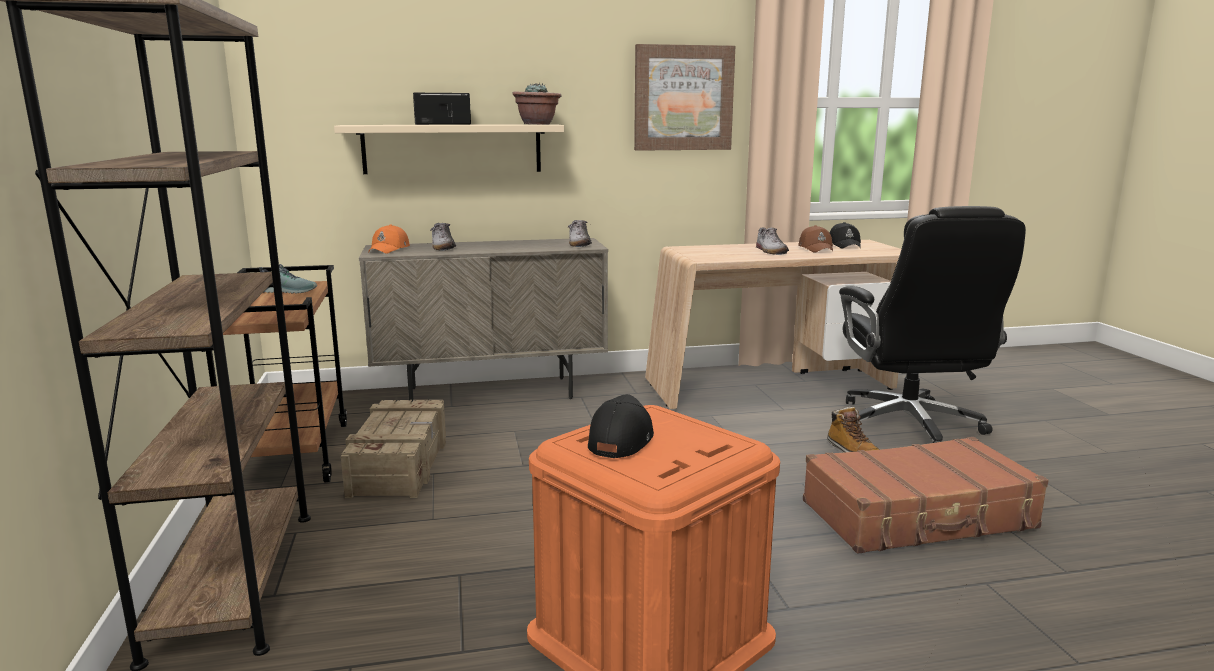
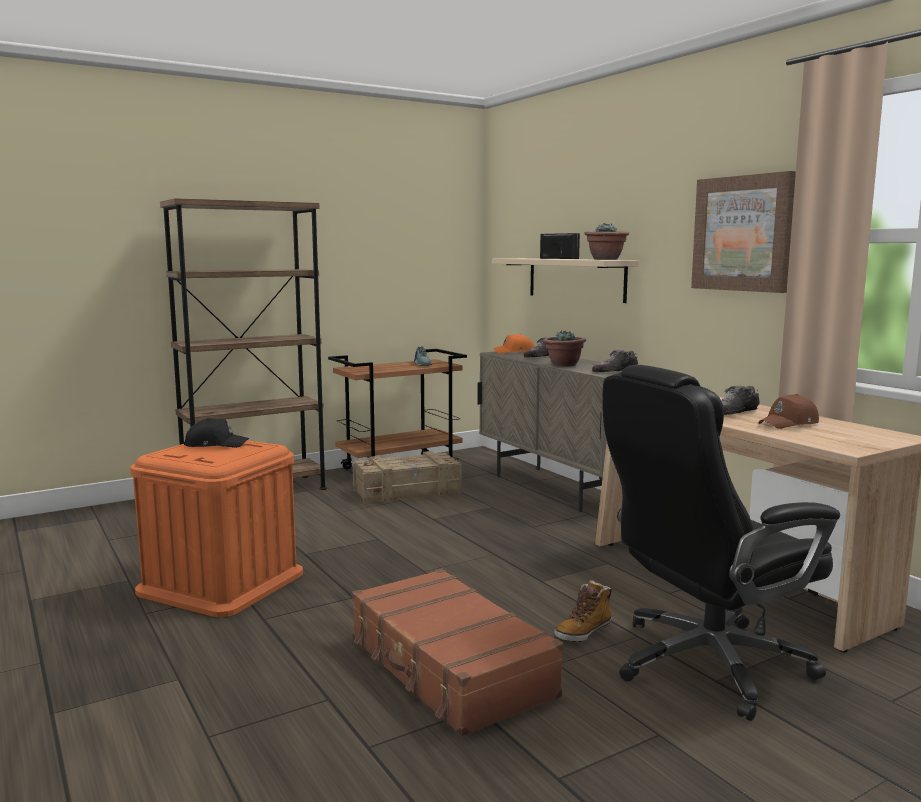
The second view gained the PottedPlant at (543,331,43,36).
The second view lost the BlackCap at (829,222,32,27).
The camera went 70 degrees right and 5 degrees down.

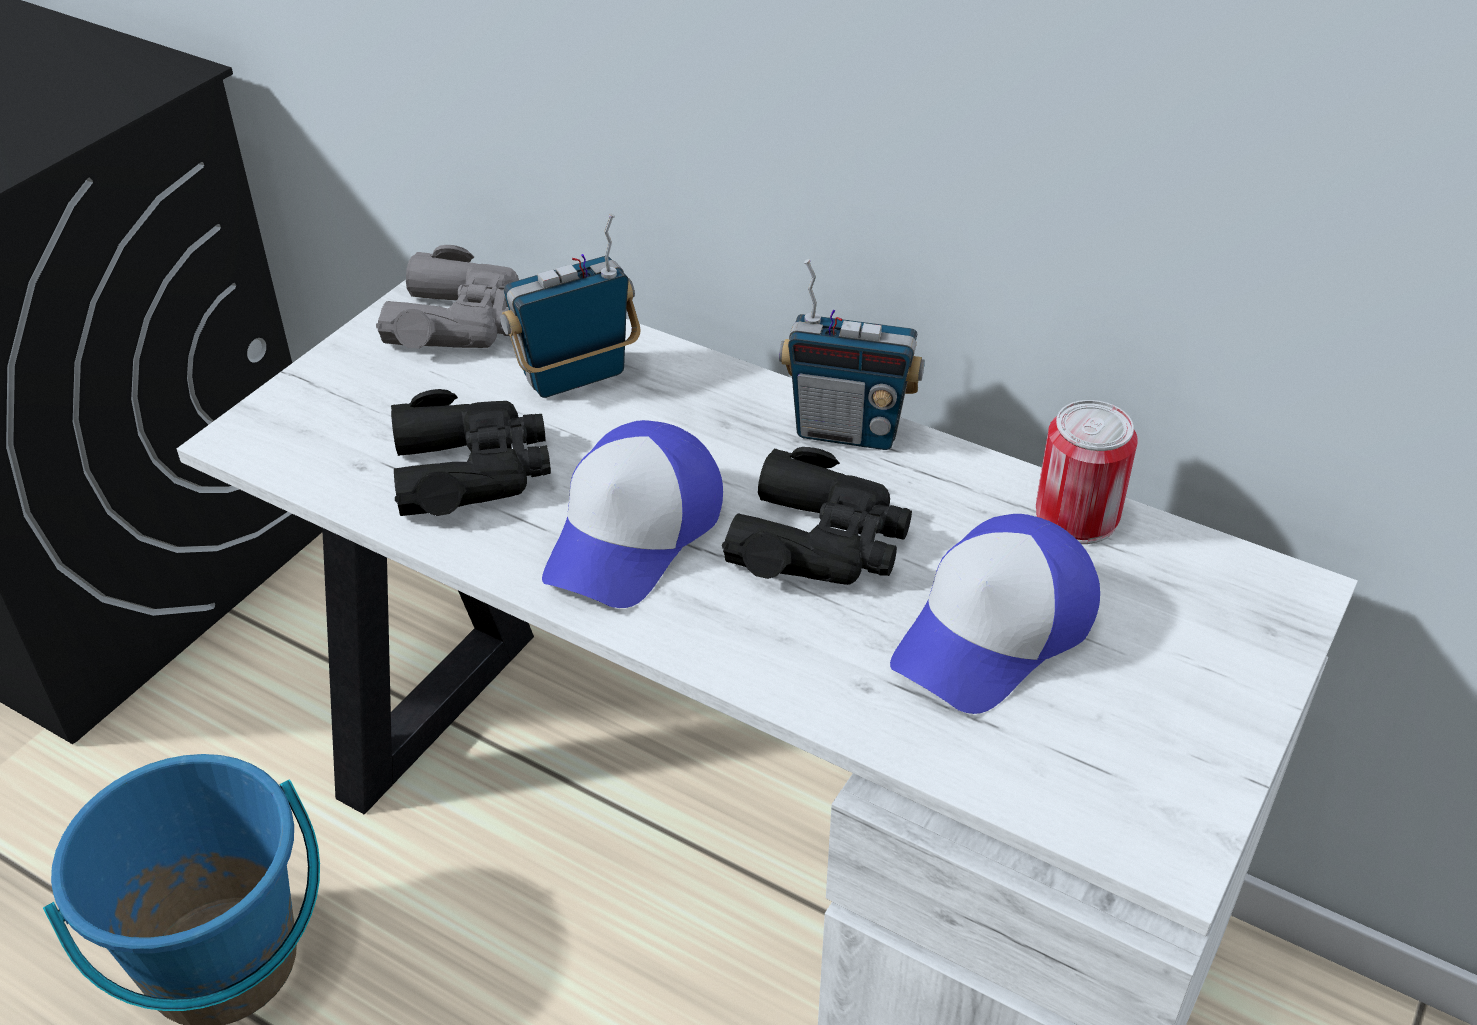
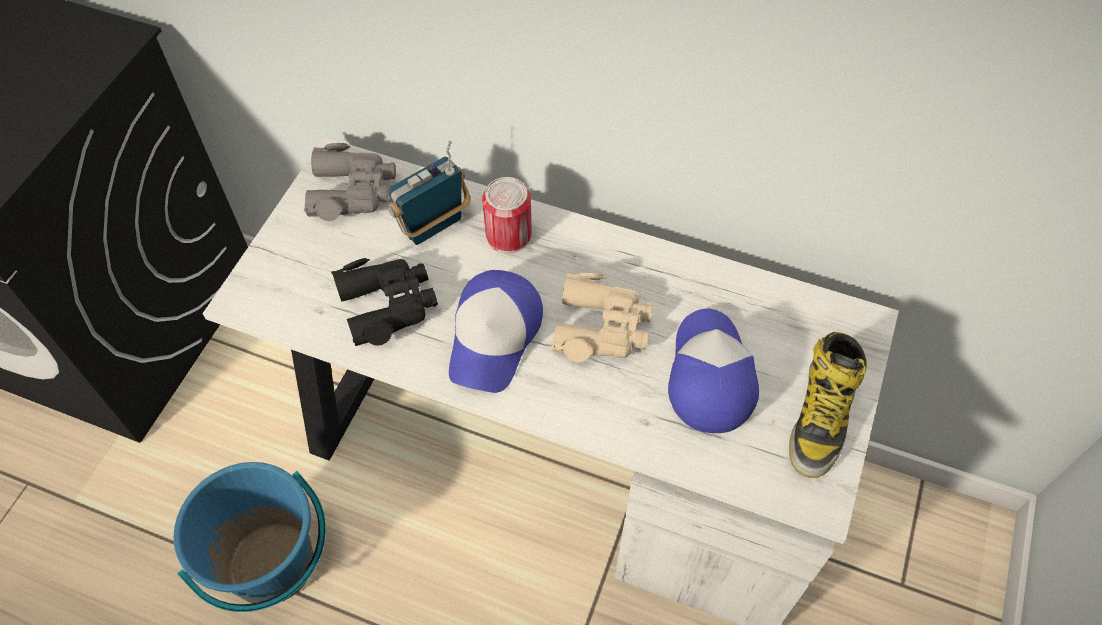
The Can ended up elsewhere, having gone from (1036,400,102,144) to (482,177,50,76).
What was the BlackBinoculars at (722,447,190,138) turned into the BeigeBinoculars at (551,273,102,89).
The Cap at (890,514,210,200) ended up facing another way, 150 degrees clockwise from before.
The second view gained the Boot at (789,332,78,146).
The second view lost the Radio at (779,259,146,191).
The camera went 10 degrees left and 15 degrees up.

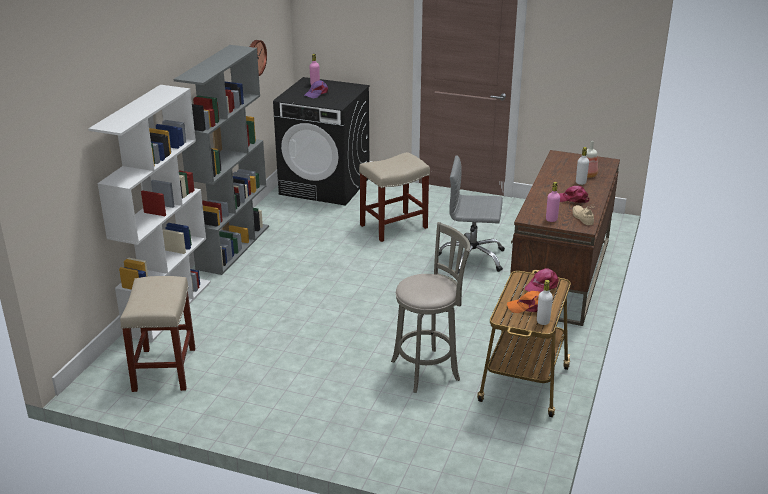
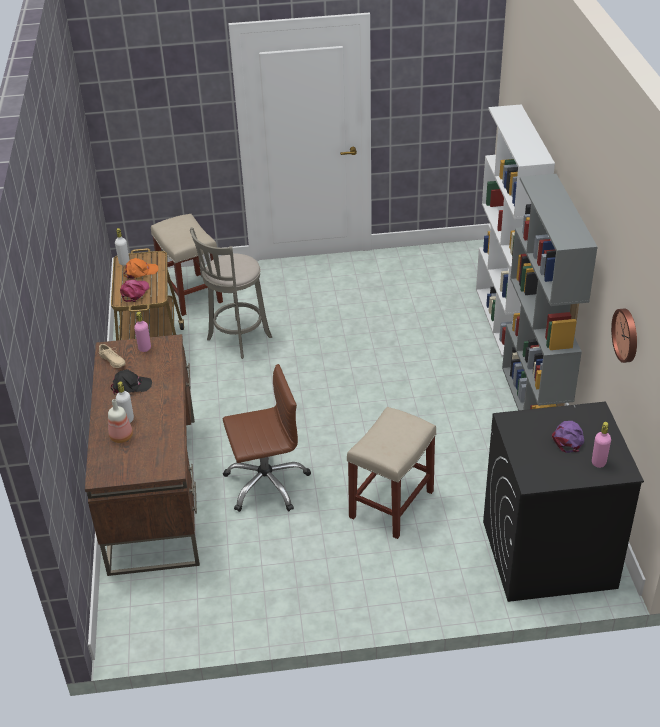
What was the PinkCap at (559,186,30,17) turned into the BlackCap at (111,369,41,26).
The BeigeStool ended up elsewhere, having gone from (120,276,75,116) to (151,214,72,102).
What was the GreyOfficeChair at (439,155,66,118) turned into the BrownOfficeChair at (223,364,88,148).
The camera went 155 degrees right and 10 degrees up.

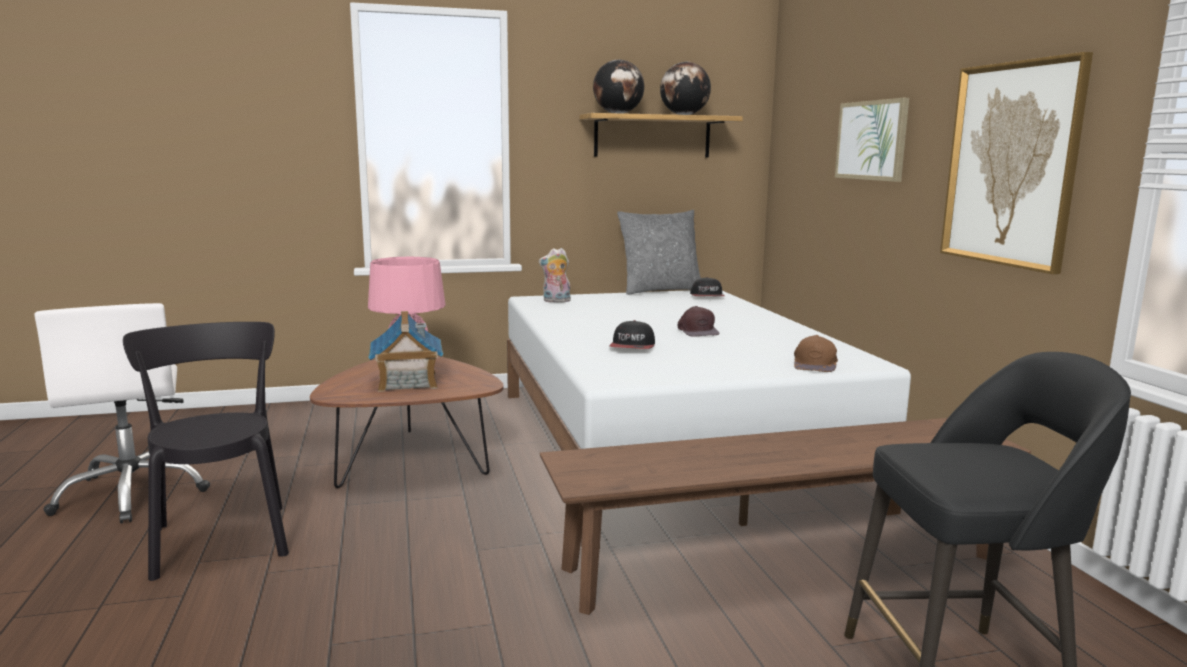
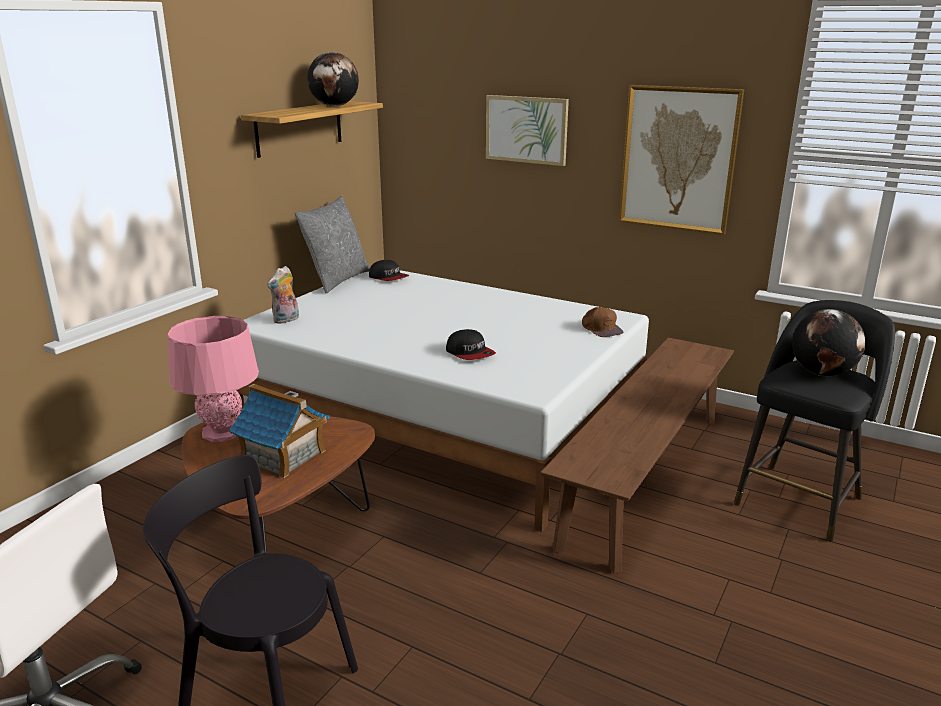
The Globe ended up elsewhere, having gone from (593,59,51,55) to (792,309,74,67).
The second view lost the BrownCap at (678,306,42,31).
The camera went 45 degrees left and 10 degrees up.

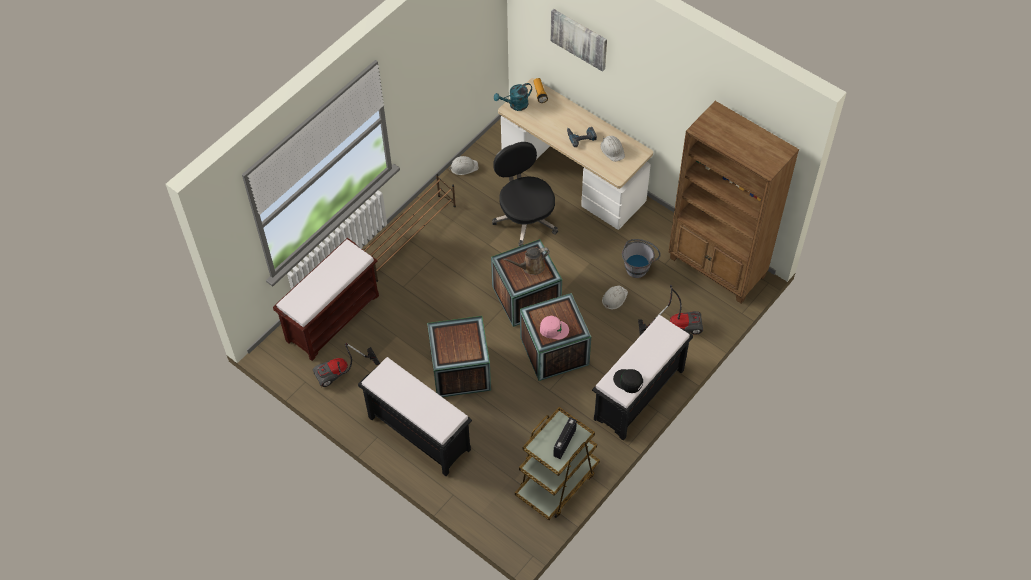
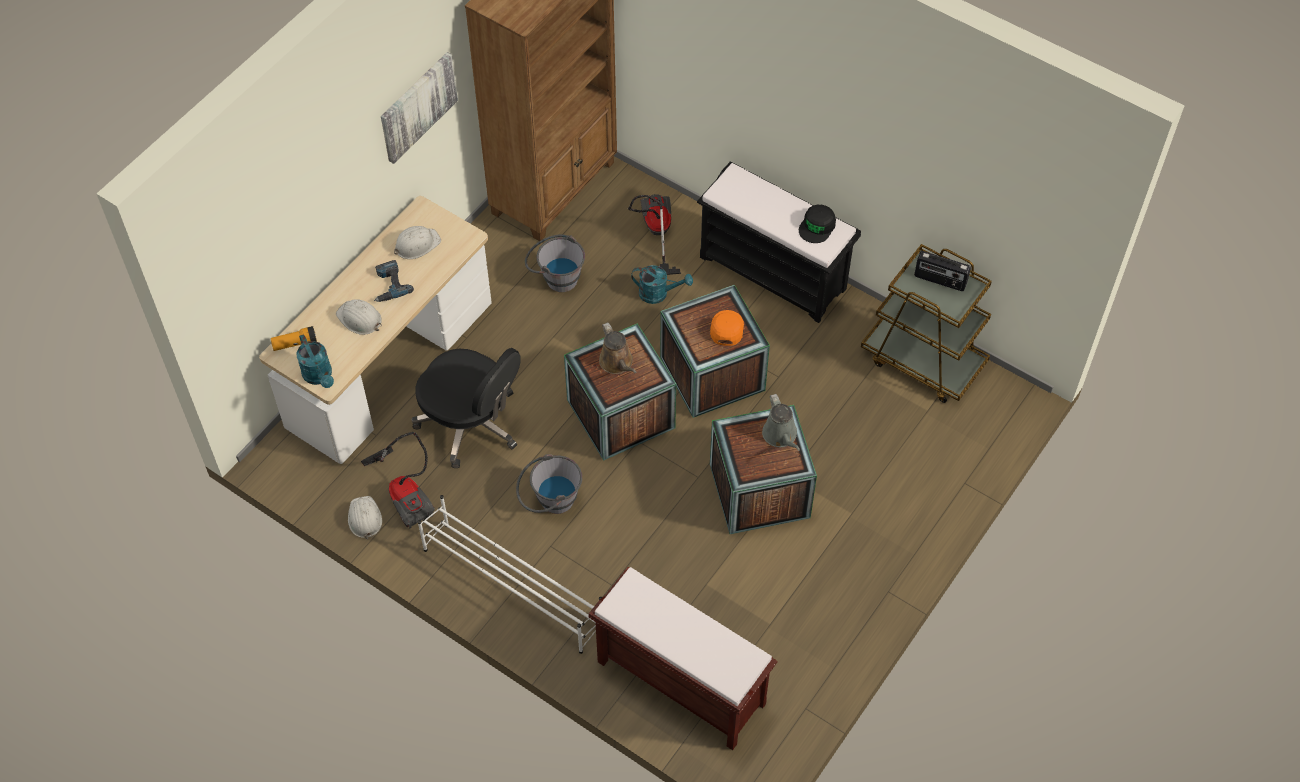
The WhiteHardHat ended up elsewhere, having gone from (602,286,26,23) to (336,299,46,36).
The VacuumCleaner ended up elsewhere, having gone from (313,343,67,44) to (361,432,74,97).
The Picture ended up elsewhere, having gone from (551,9,56,63) to (381,52,77,112).
The BlackOfficeChair at (492,142,66,104) ended up facing another way, 120 degrees counterclockwise from before.
What was the BrownShoeRack at (364,174,92,108) turned into the WhiteShoeRack at (418,495,184,159).
The second view gained the GreyBucket at (516,454,66,60).
The second view gained the TurquoiseWateringCan at (631,265,62,39).
What was the PinkCap at (540,316,29,24) turned into the OrangeCap at (710,310,34,36).
The second view gained the GreyWateringCan at (762,394,38,57).
The second view lost the BlackBench at (358,357,114,119).
The camera went 95 degrees left and 0 degrees up.

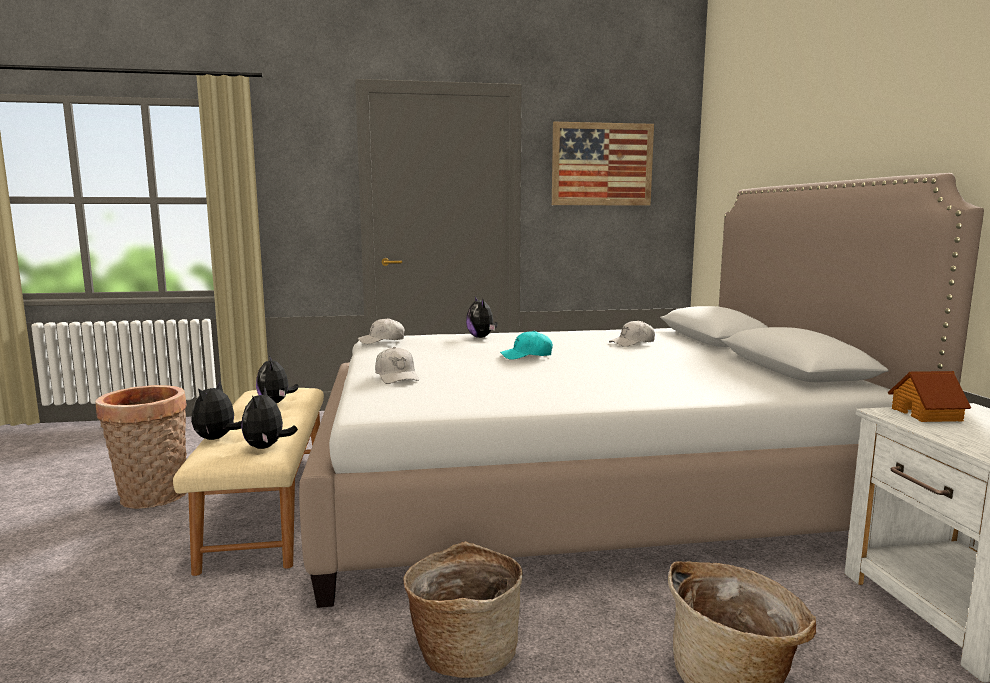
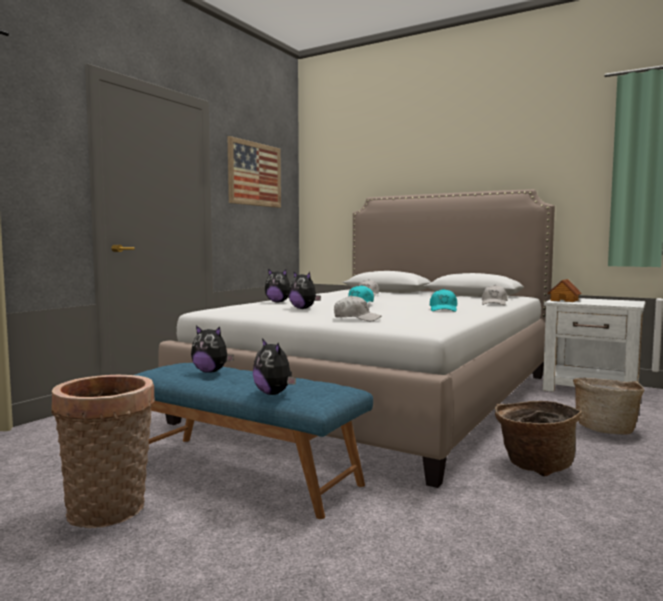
What was the BeigeBench at (173,388,151,188) turned into the BlueBench at (135,363,238,156).
The PlushToy ended up elsewhere, having gone from (241,387,57,62) to (289,272,32,37).
The second view gained the TurquoiseCap at (429,289,28,23).
The WhiteCap ended up elsewhere, having gone from (357,318,48,26) to (482,285,26,20).
The camera went 50 degrees left and 5 degrees down.

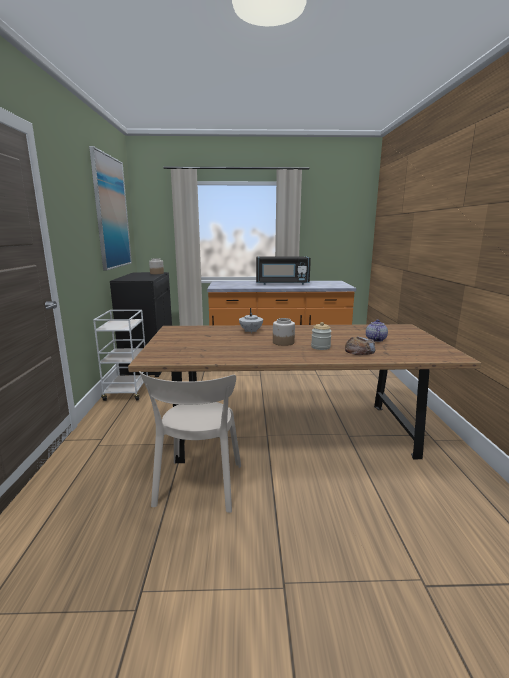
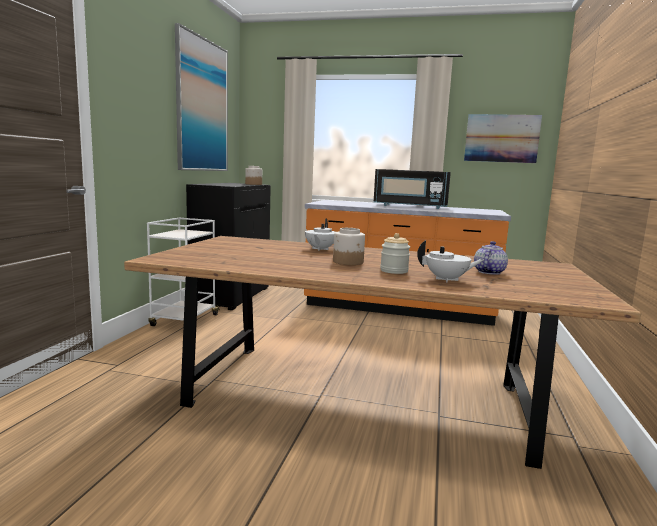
Where the Bread stood at (345,336,31,19), the WhiteTeapot came to stand at (417,240,66,42).
The second view gained the Picture at (464,114,78,49).
The second view lost the BeigeChair at (139,371,102,142).
The camera went 15 degrees right and 5 degrees down.

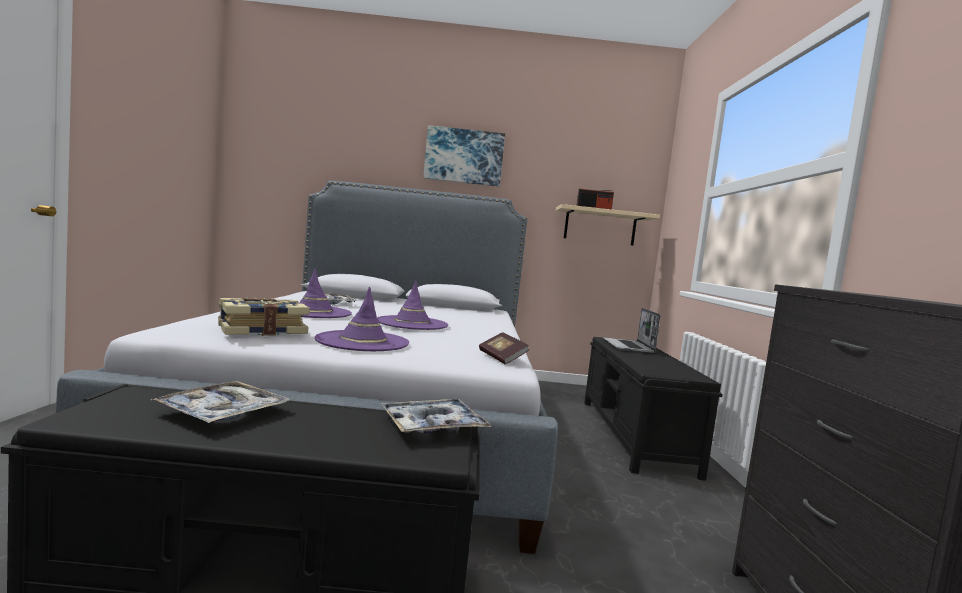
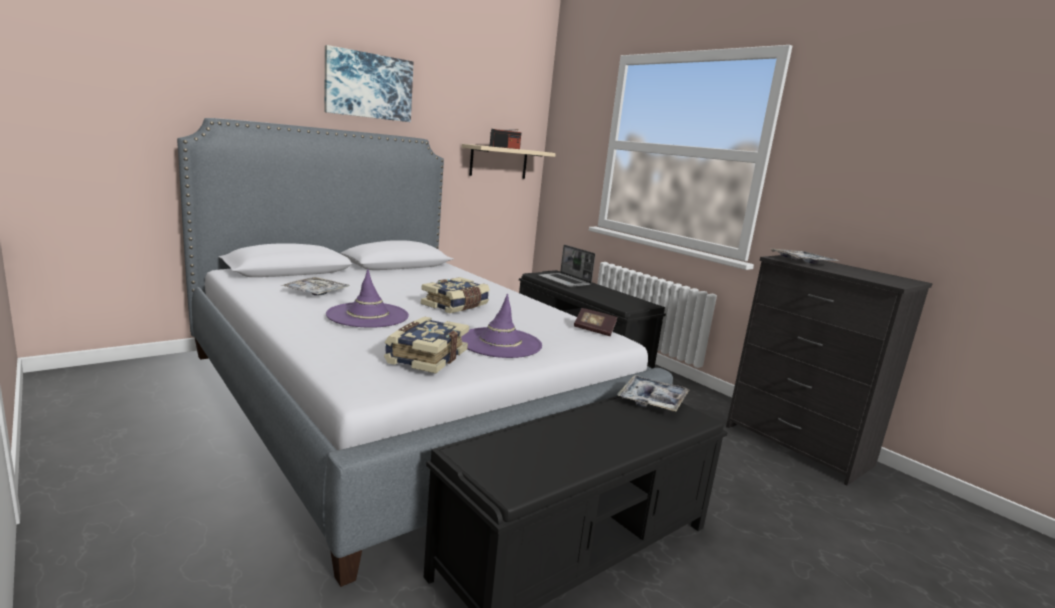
Where the PurpleHat stood at (377,280,71,50), the Book came to stand at (421,277,69,36).
The Tray ended up elsewhere, having gone from (151,381,138,42) to (769,248,70,16).
The camera went 40 degrees left and 10 degrees up.

